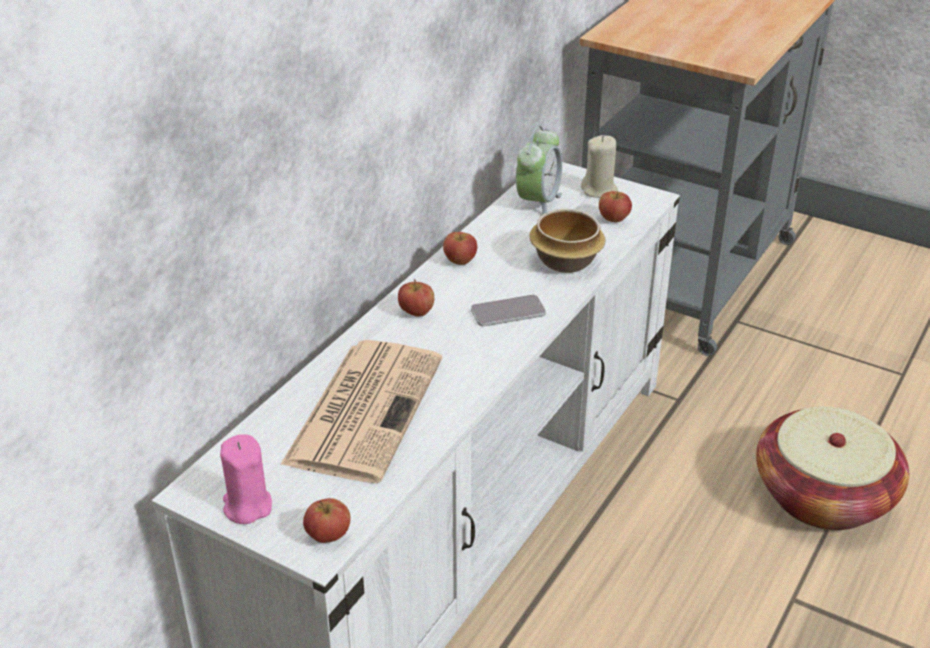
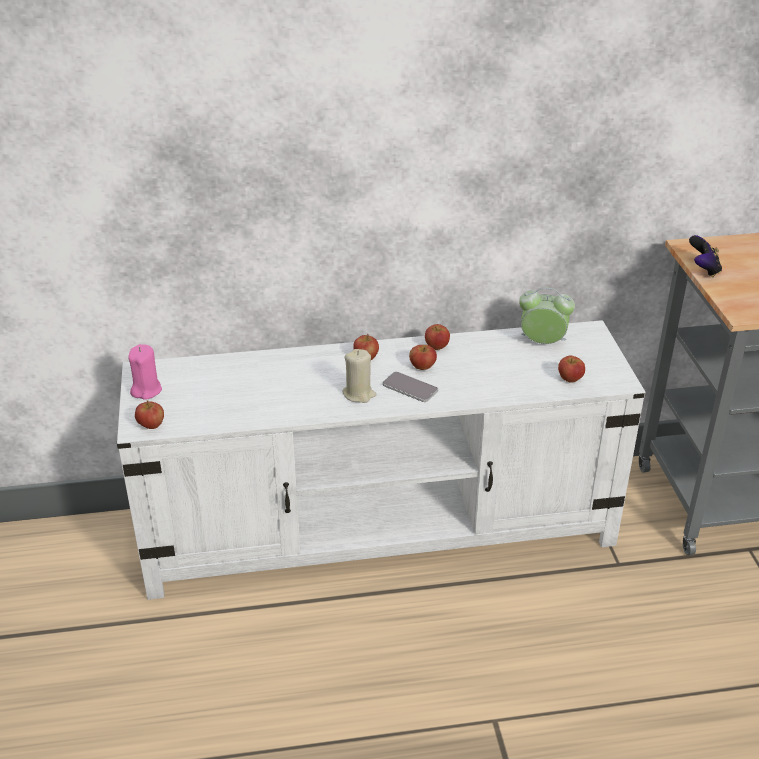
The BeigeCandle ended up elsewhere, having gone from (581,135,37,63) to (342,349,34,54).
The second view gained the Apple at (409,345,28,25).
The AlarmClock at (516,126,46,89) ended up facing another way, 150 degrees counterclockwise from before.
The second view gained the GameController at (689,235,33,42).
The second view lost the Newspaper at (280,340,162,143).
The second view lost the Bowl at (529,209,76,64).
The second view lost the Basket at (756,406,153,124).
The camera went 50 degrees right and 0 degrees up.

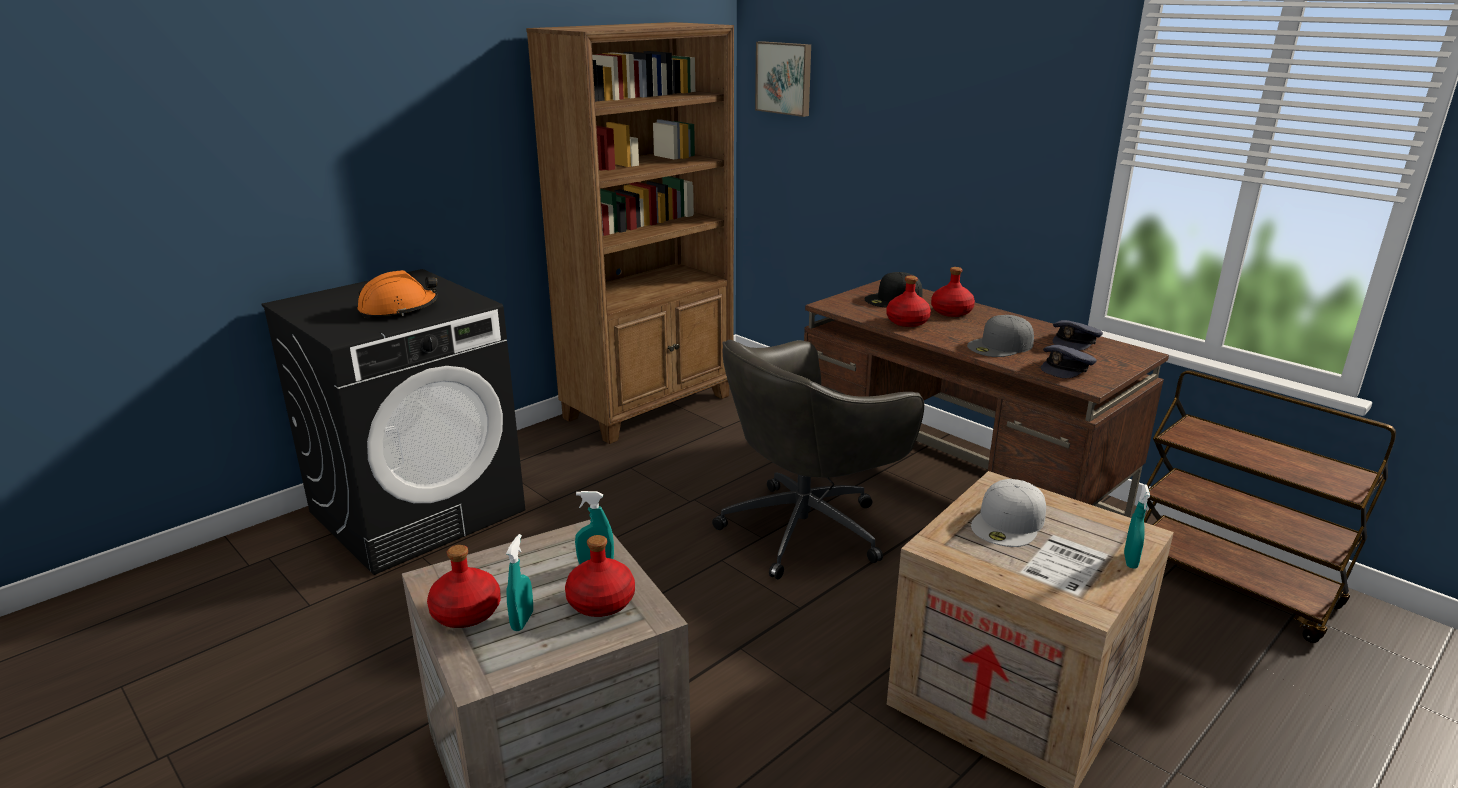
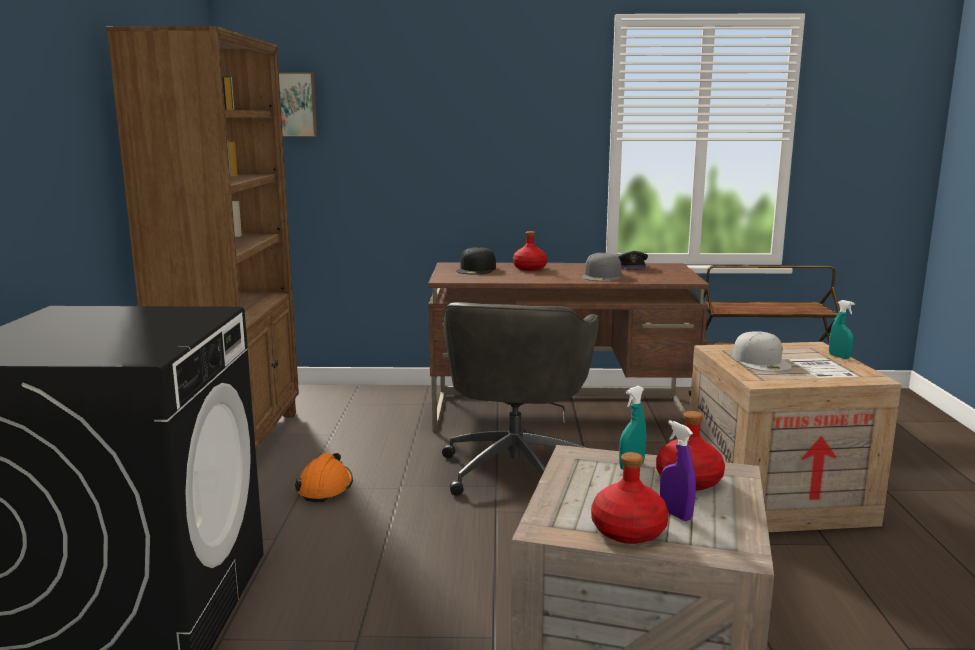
The OrangeHardHat ended up elsewhere, having gone from (357,270,81,48) to (295,453,58,49).
What was the TurquoiseSprayBottle at (506,534,27,97) turned into the PurpleSprayBottle at (660,420,36,101).
The second view lost the RedBottle at (886,276,45,51).
The second view lost the GreyCap at (1041,345,56,33).
The camera went 45 degrees left and 10 degrees down.

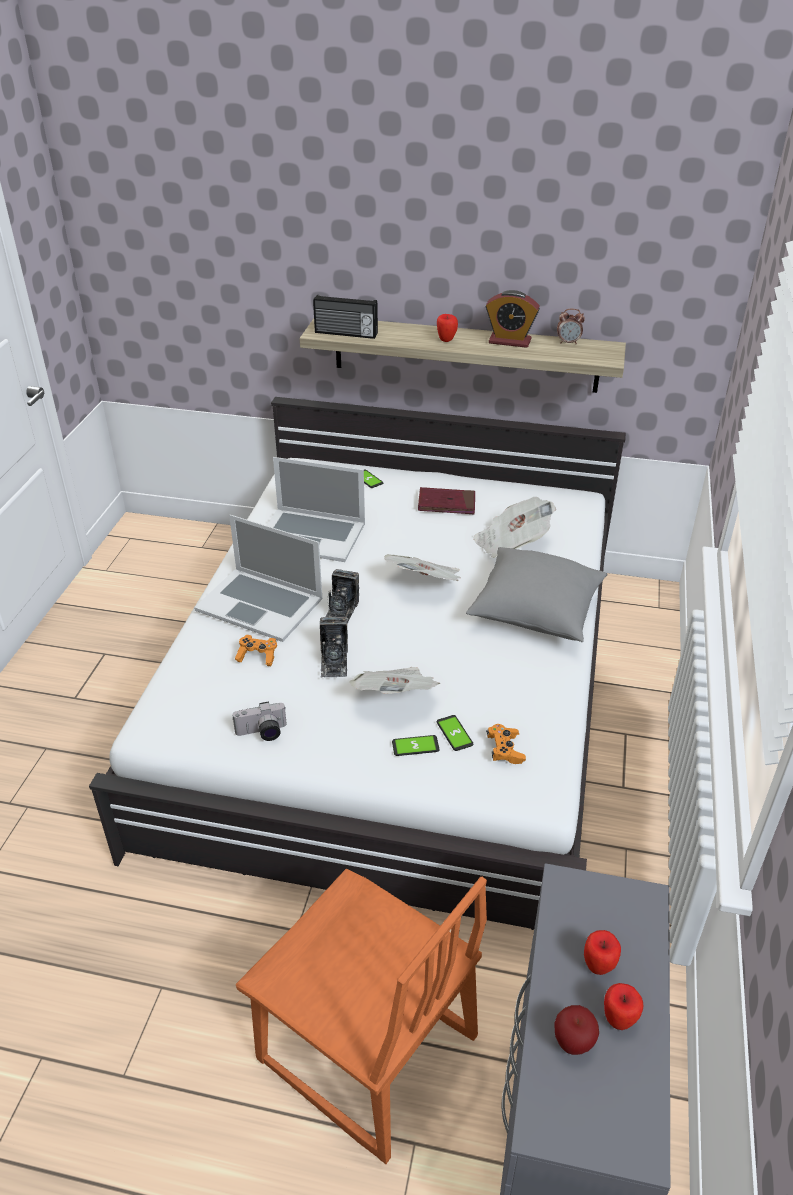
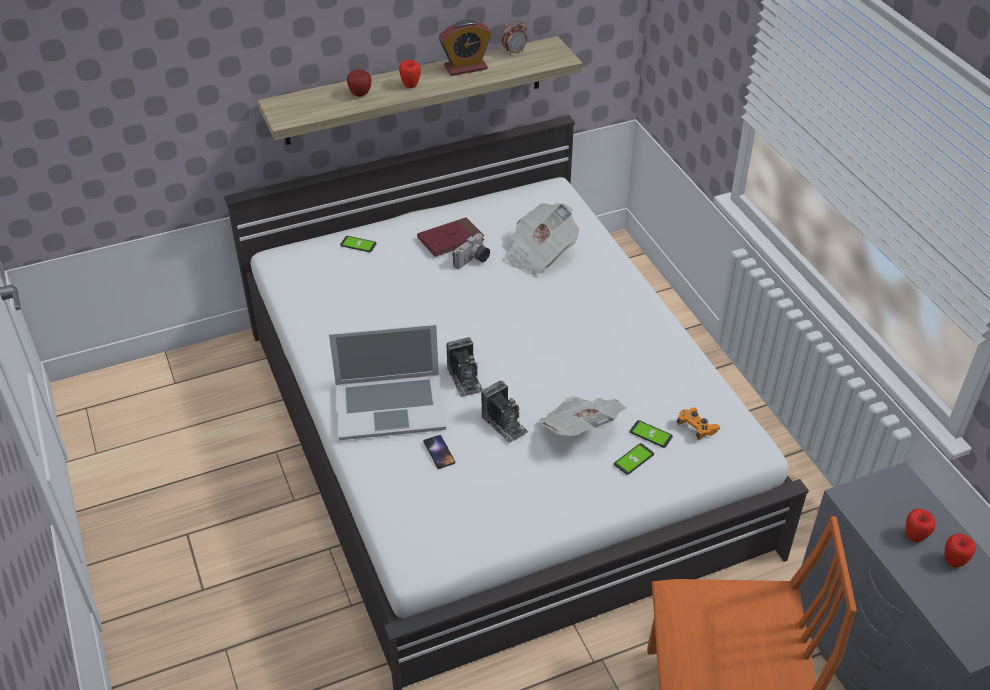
The Apple ended up elsewhere, having gone from (555,1005,44,50) to (347,69,24,28).
Where the OrangeGameController stood at (235,635,42,31), the Phone came to stand at (423,435,33,34).
The PhotoCamera ended up elsewhere, having gone from (232,701,55,40) to (453,233,37,36).
The second view lost the Laptop at (266,457,99,105).
The second view lost the Radio at (313,295,65,44).
The second view lost the Newspaper at (384,554,77,27).
The second view lost the GreyPillow at (466,547,141,95).
The camera went 35 degrees left and 5 degrees up.

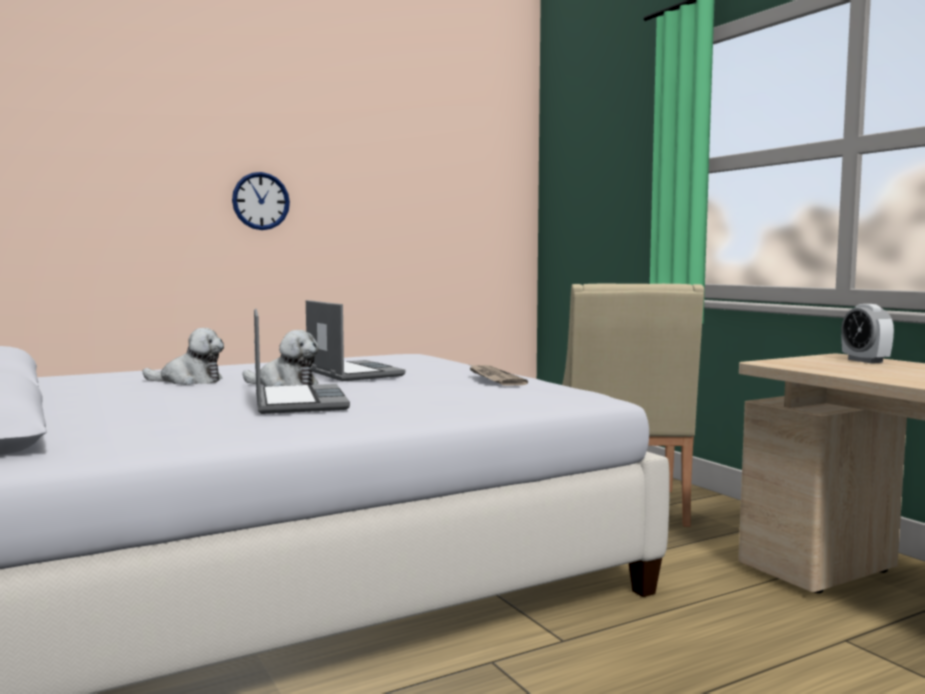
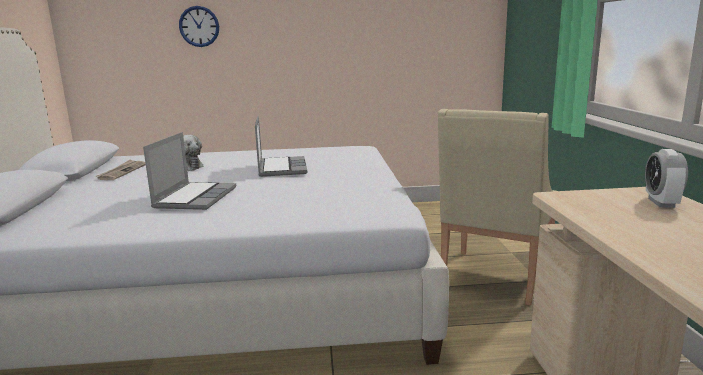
The Newspaper ended up elsewhere, having gone from (470,365,58,21) to (95,159,51,21).
The WallClock ended up elsewhere, having gone from (232,172,58,58) to (179,6,40,41).
The second view lost the PlushToy at (242,330,77,56).
The camera went 25 degrees right and 10 degrees up.

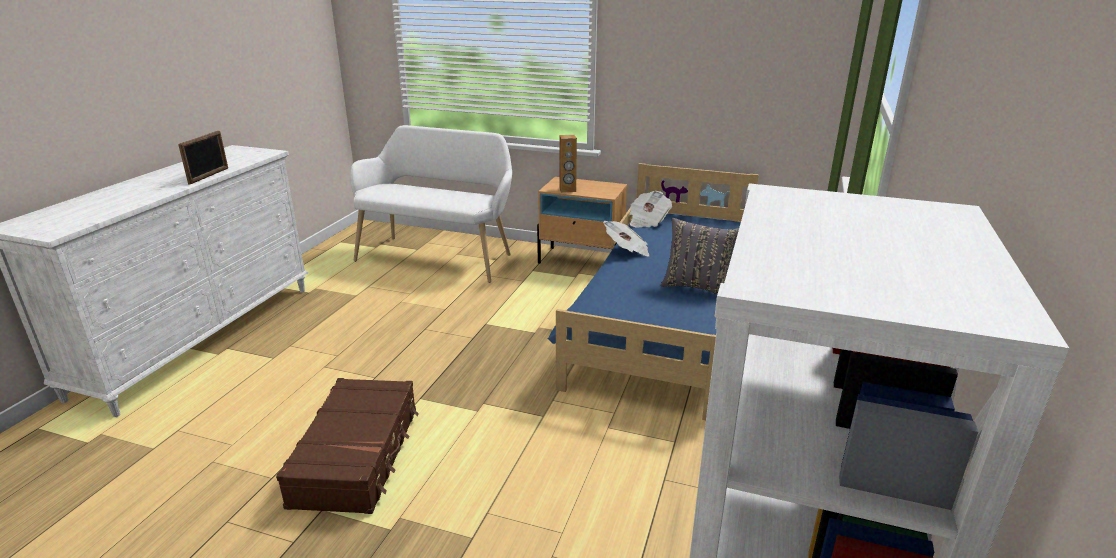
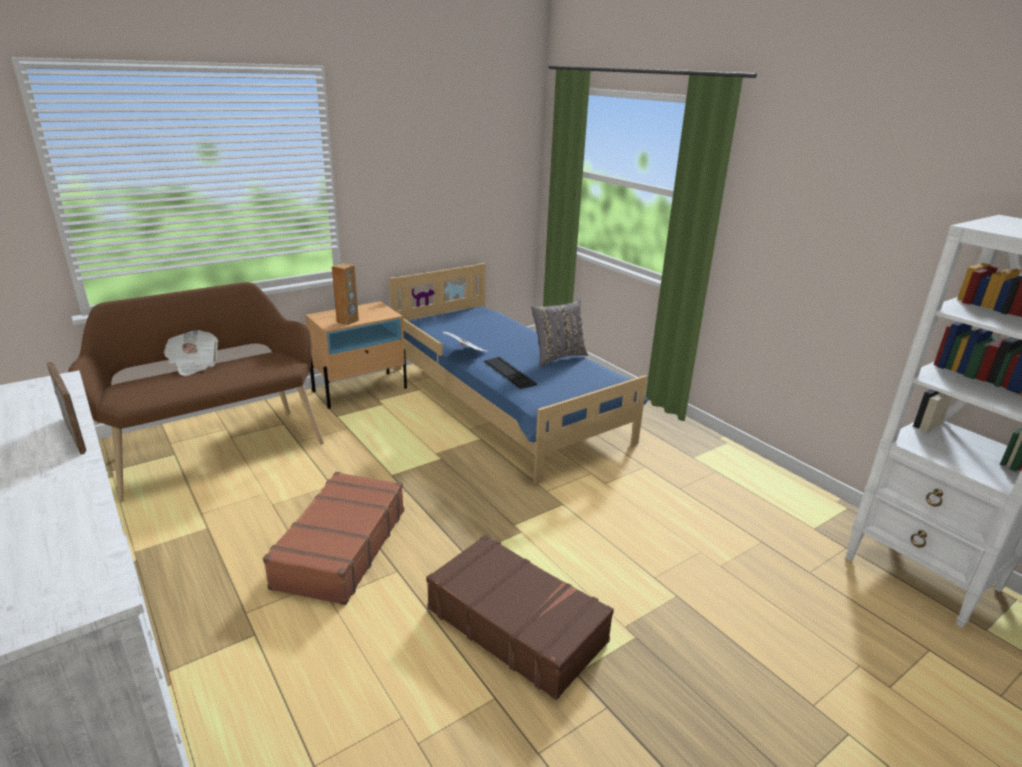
What was the WhiteBench at (350,125,162,158) turned into the BrownBench at (68,282,256,220).
The Newspaper ended up elsewhere, having gone from (629,191,43,37) to (163,330,55,46).
The second view gained the BrownSuitcase at (263,472,141,133).
The second view gained the Keyboard at (483,357,54,32).
The camera went 55 degrees left and 0 degrees up.

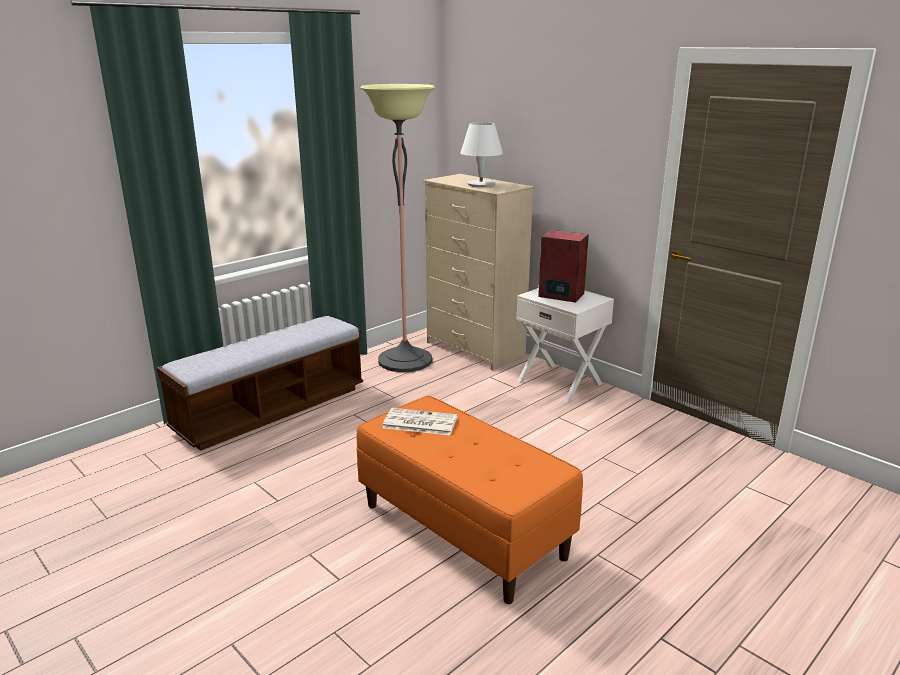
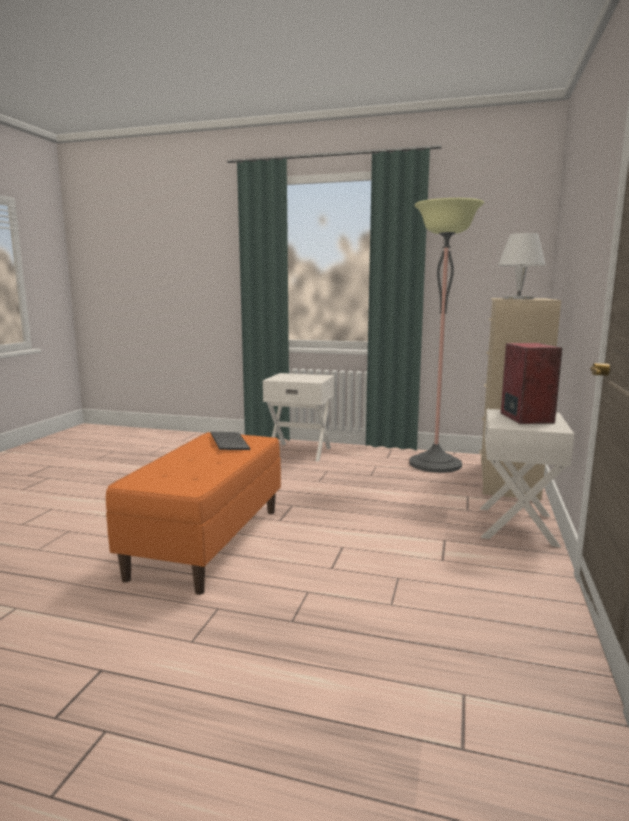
Where the Newspaper stood at (382,408,76,27), the Keyboard came to stand at (211,432,39,18).
Where the Bench stood at (157,316,206,135), the WhiteNightstand came to stand at (263,373,71,89).
The camera went 60 degrees right and 10 degrees down.

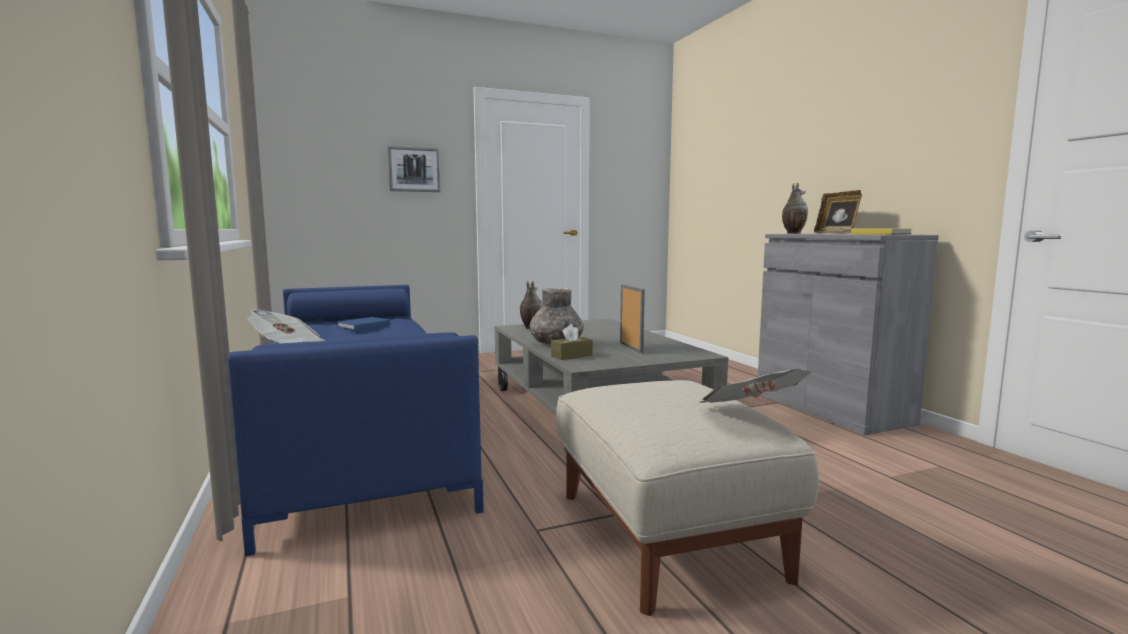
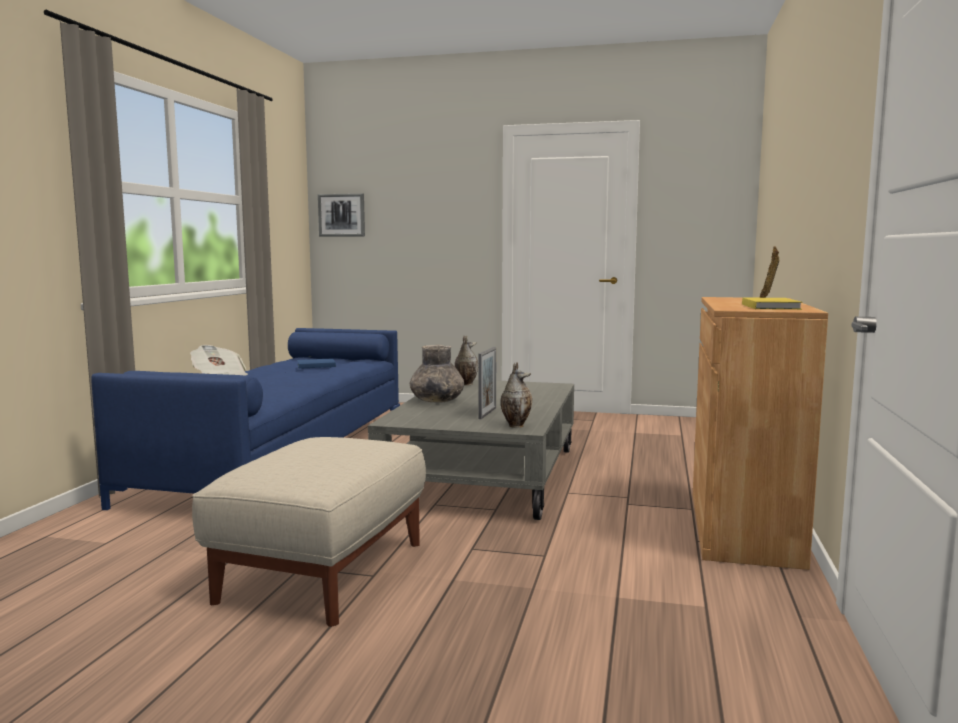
The Picture ended up elsewhere, having gone from (388,146,53,46) to (318,193,47,44).
The Vase ended up elsewhere, having gone from (782,183,26,51) to (501,362,31,66).
What was the GreyCabinet at (758,234,181,201) turned into the BrownCabinet at (693,297,135,273).
The second view lost the BrownTissueBox at (551,324,42,36).
The second view lost the Newspaper at (700,369,111,34).
The camera went 35 degrees right and 0 degrees up.

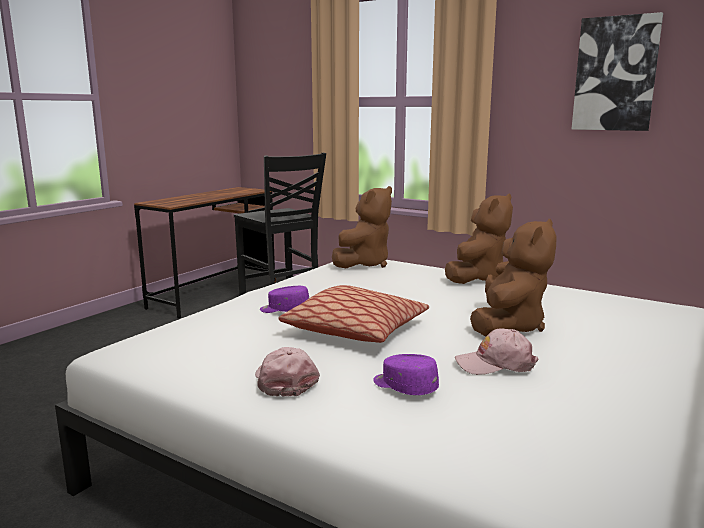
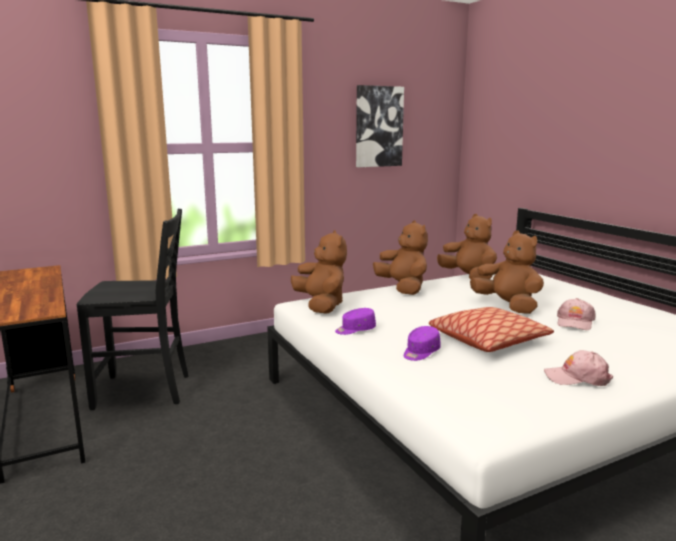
The PurpleCap ended up elsewhere, having gone from (373,354,66,41) to (335,308,41,27).
The second view gained the BrownPlushToy at (437,214,60,66).
The camera went 60 degrees left and 0 degrees up.

